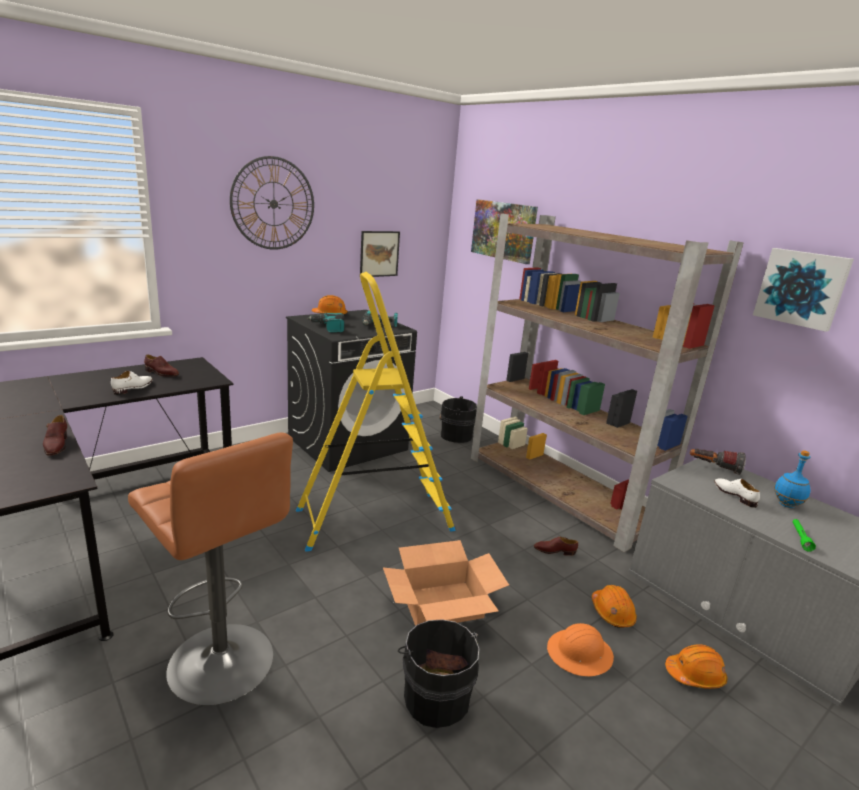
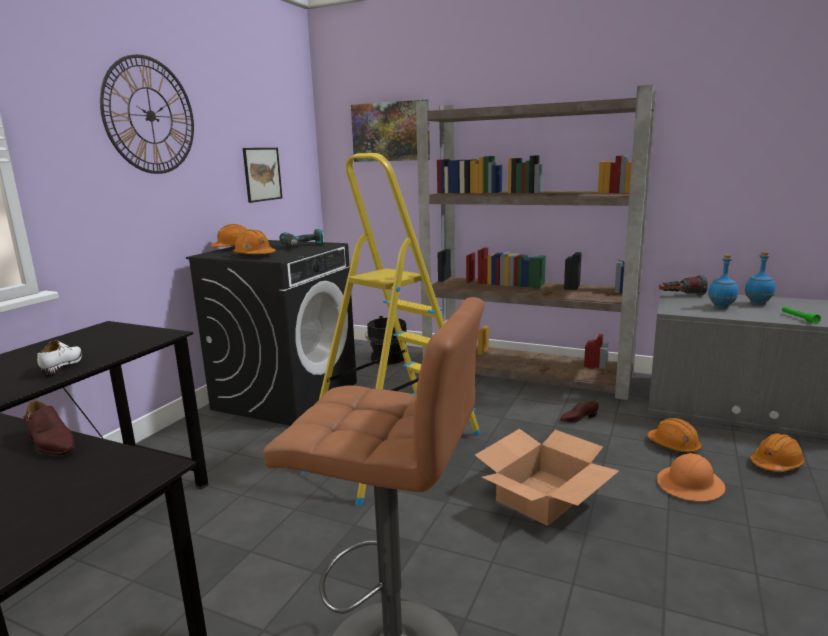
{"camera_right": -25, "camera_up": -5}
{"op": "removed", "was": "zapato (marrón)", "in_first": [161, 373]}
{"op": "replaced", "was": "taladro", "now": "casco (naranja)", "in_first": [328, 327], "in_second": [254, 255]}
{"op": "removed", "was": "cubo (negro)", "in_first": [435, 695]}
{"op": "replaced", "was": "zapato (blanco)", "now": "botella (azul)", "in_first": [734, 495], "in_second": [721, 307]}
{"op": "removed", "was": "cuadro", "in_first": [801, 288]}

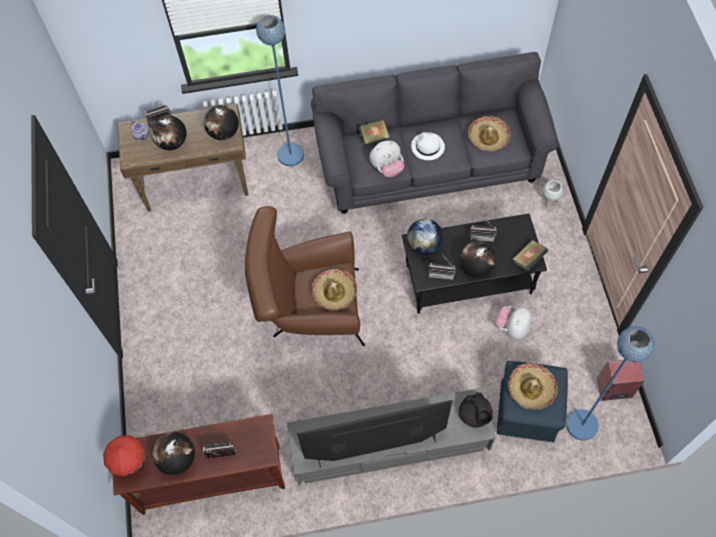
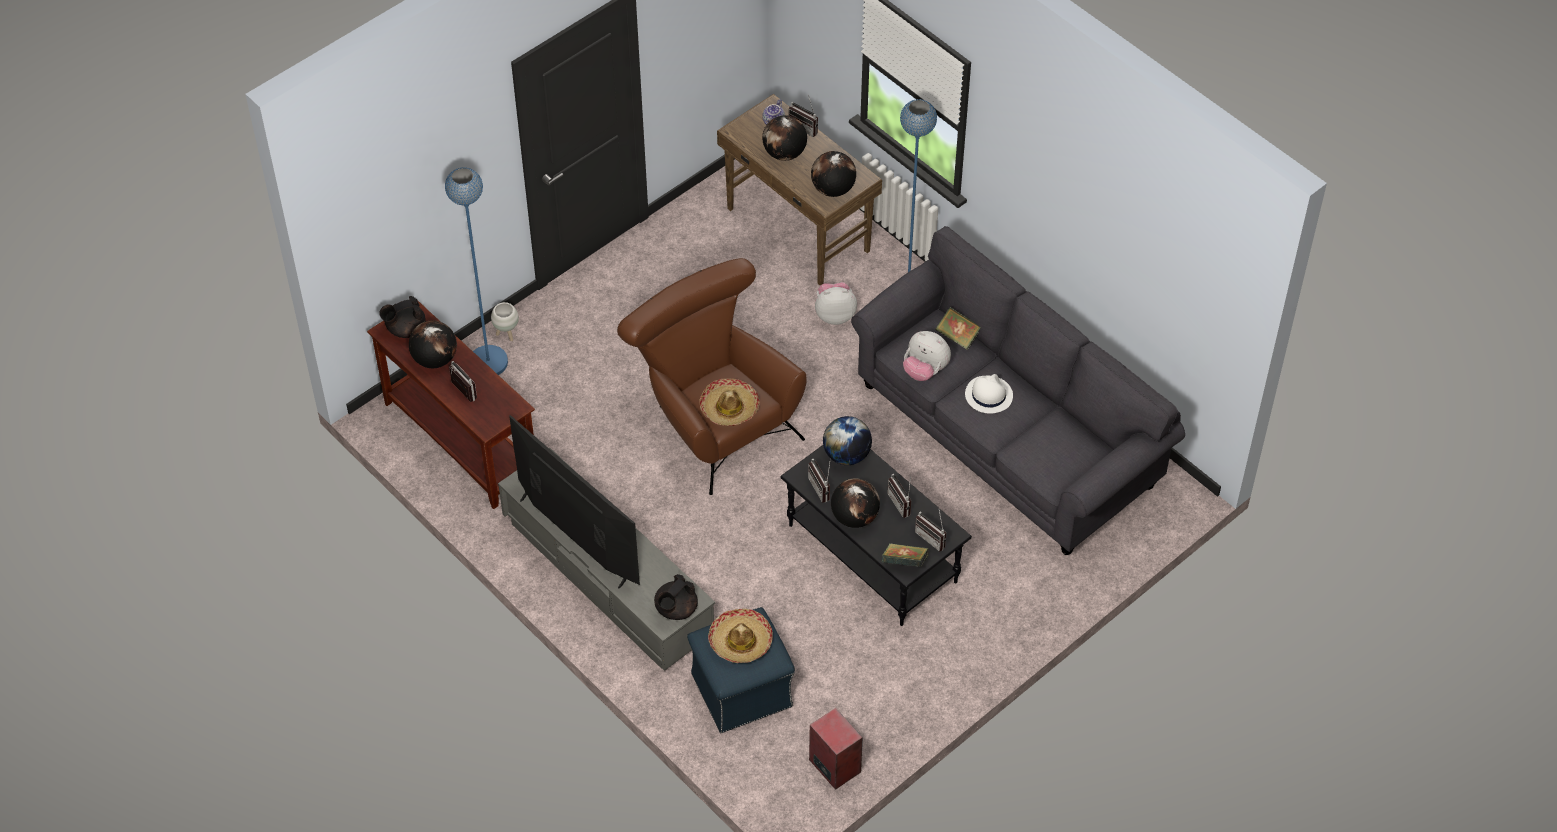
{"camera_right": 55, "camera_up": -10}
{"op": "replaced", "was": "lámpara de mesa (rojo)", "now": "tetera (negro)", "in_first": [133, 465], "in_second": [405, 329]}
{"op": "removed", "was": "sombrero", "in_first": [488, 137]}
{"op": "moved", "was": "peluche", "in_first": [511, 328], "in_second": [835, 314]}
{"op": "moved", "was": "maceta (blanco)", "in_first": [549, 201], "in_second": [506, 334]}
{"op": "moved", "was": "lámpara de pie (azul)", "in_first": [581, 425], "in_second": [488, 362]}
{"op": "added", "now": "radio", "in_second": [933, 537]}

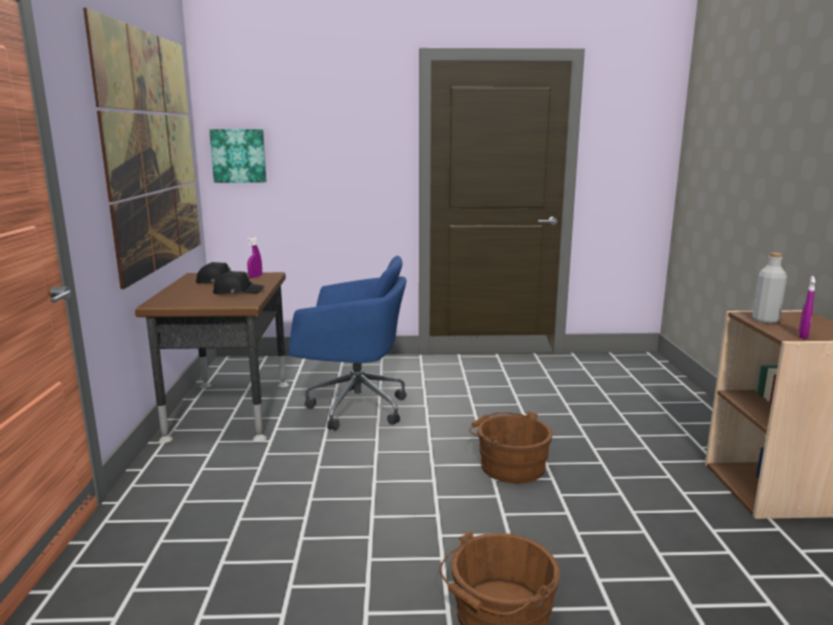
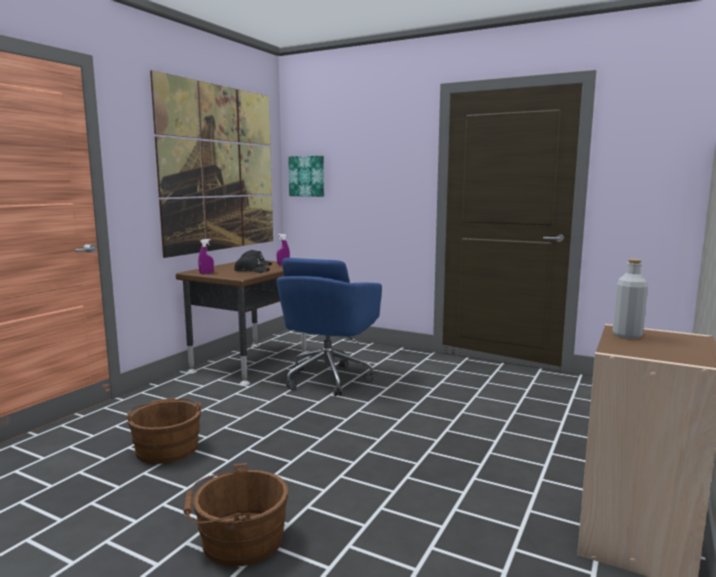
{"camera_right": 30, "camera_up": -5}
{"op": "turned", "was": "silla de oficina (azul)", "in_first": [352, 409], "in_second": [329, 378], "clockwise": 75}
{"op": "moved", "was": "cubo (marrón)", "in_first": [509, 465], "in_second": [167, 447]}
{"op": "moved", "was": "pulverizador (morado)", "in_first": [803, 336], "in_second": [206, 273]}

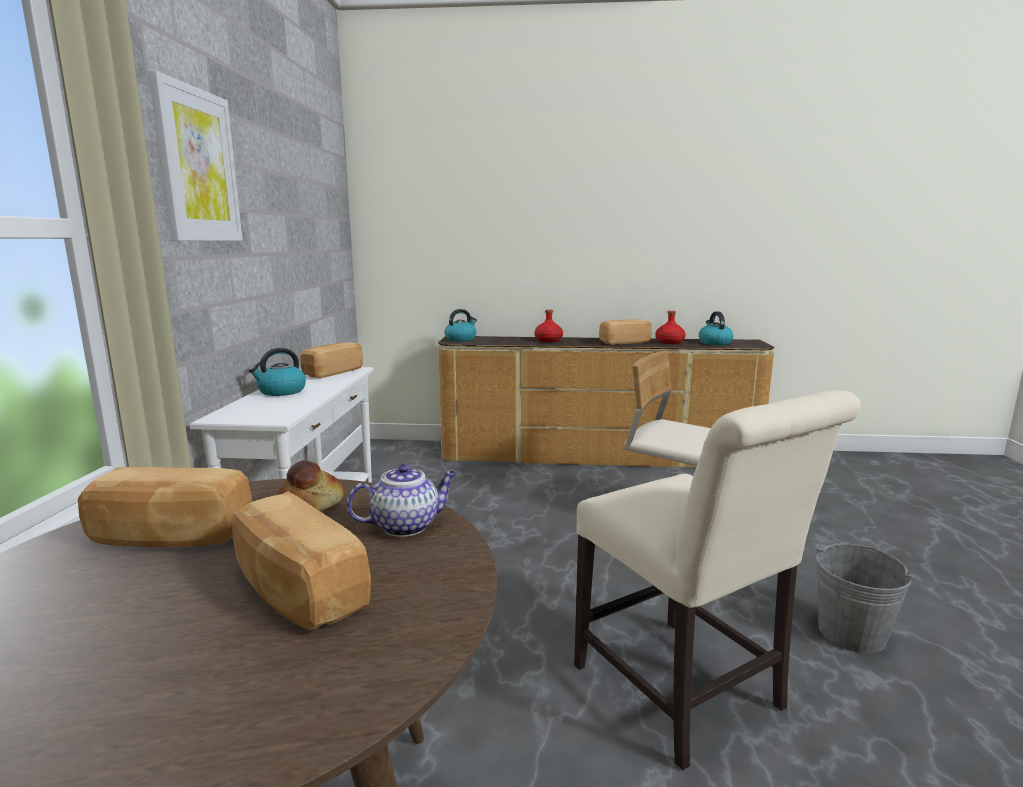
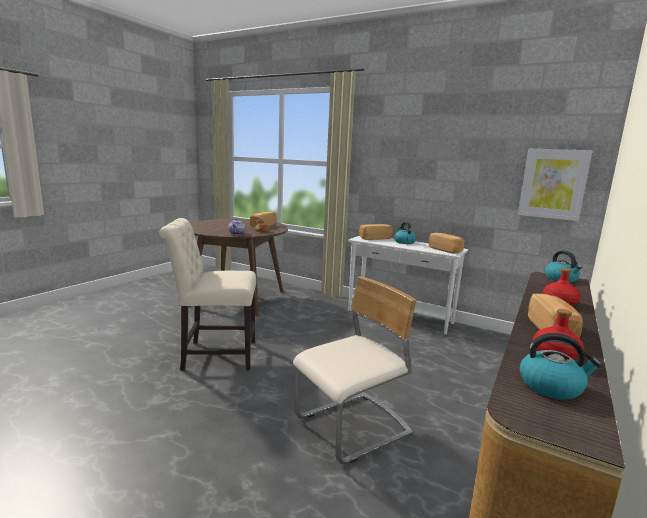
{"camera_right": 115, "camera_up": 0}
{"op": "moved", "was": "cuadro", "in_first": [197, 166], "in_second": [553, 184]}
{"op": "moved", "was": "pan", "in_first": [297, 591], "in_second": [374, 238]}
{"op": "removed", "was": "cubo (gris)", "in_first": [851, 633]}

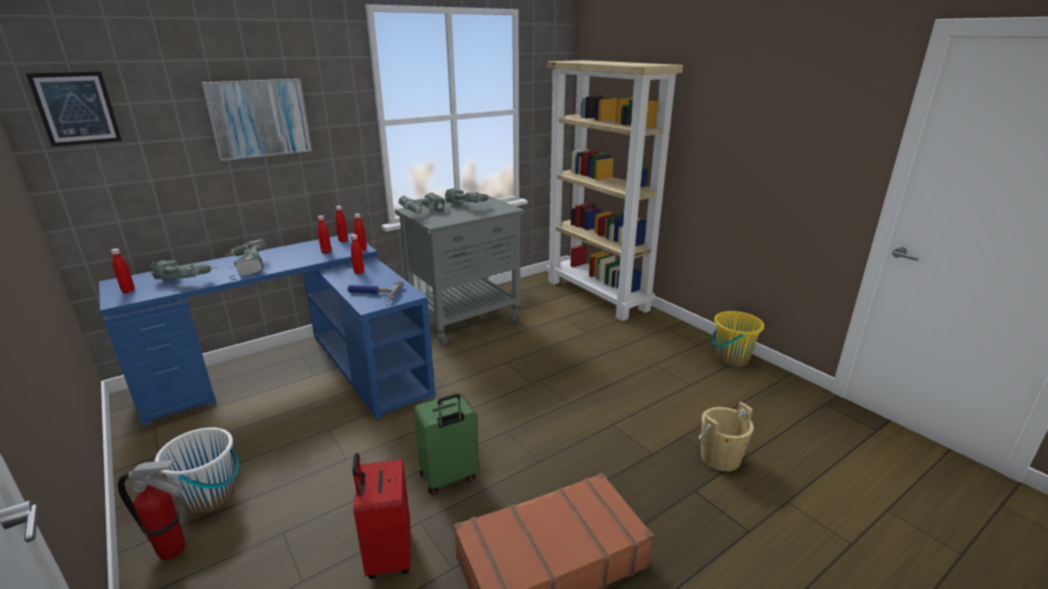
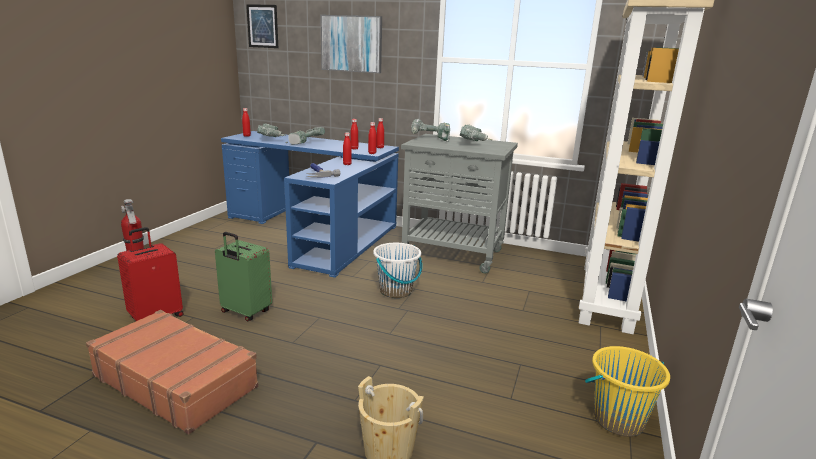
{"camera_right": 55, "camera_up": -5}
{"op": "moved", "was": "cubo (blanco)", "in_first": [210, 496], "in_second": [396, 291]}

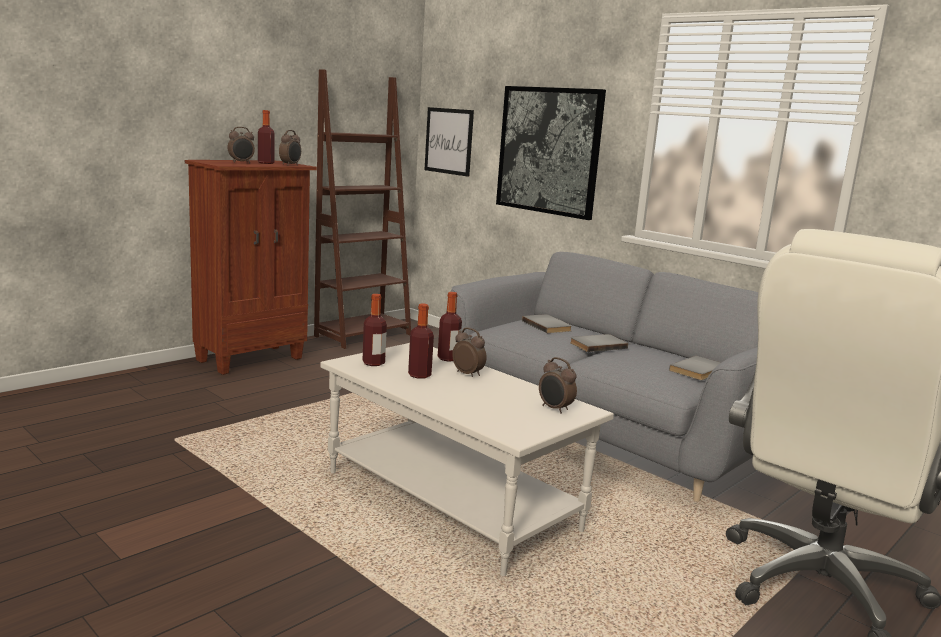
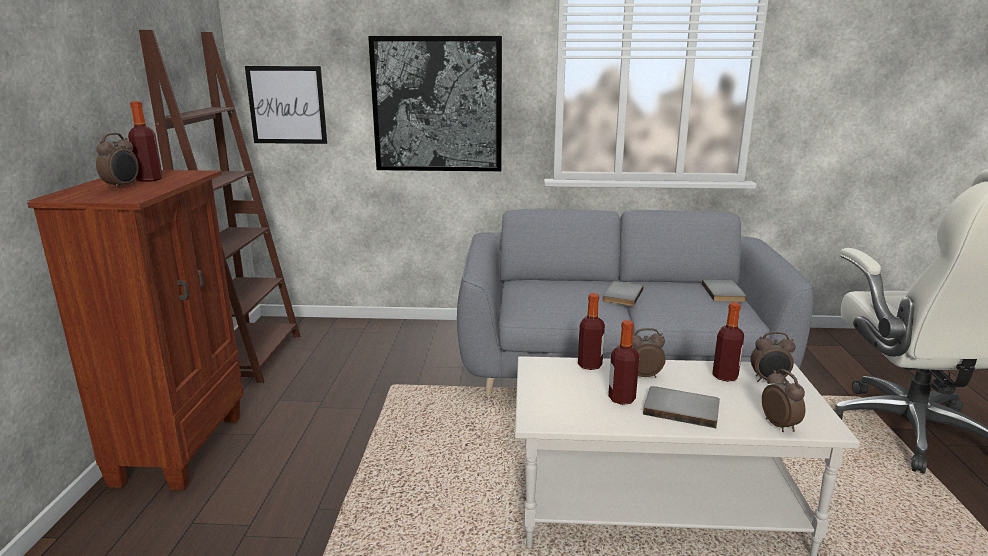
{"camera_right": -40, "camera_up": 5}
{"op": "moved", "was": "despertador", "in_first": [290, 165], "in_second": [780, 425]}
{"op": "moved", "was": "botella", "in_first": [373, 363], "in_second": [725, 376]}
{"op": "moved", "was": "libro (gris)", "in_first": [548, 326], "in_second": [681, 408]}

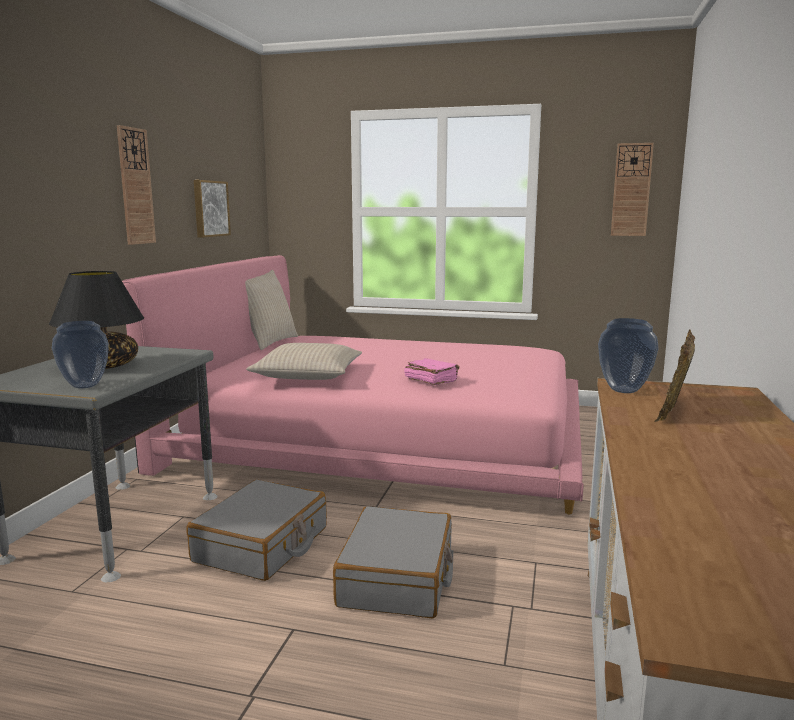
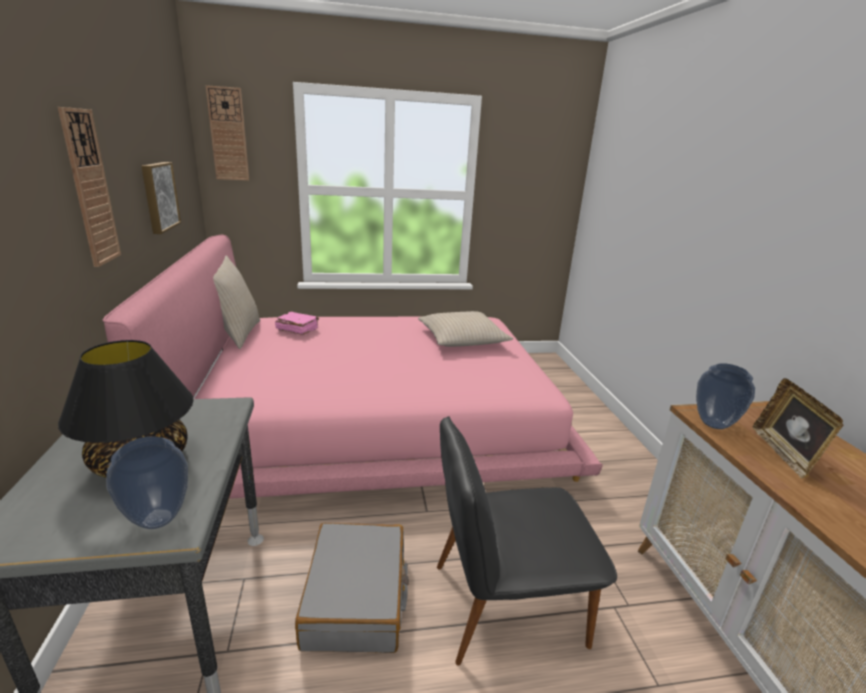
{"camera_right": -25, "camera_up": 10}
{"op": "moved", "was": "cojín (beis)", "in_first": [307, 375], "in_second": [462, 339]}
{"op": "replaced", "was": "maleta (gris)", "now": "silla (negro)", "in_first": [397, 578], "in_second": [507, 603]}
{"op": "moved", "was": "libro (rosa)", "in_first": [431, 380], "in_second": [297, 330]}
{"op": "moved", "was": "reloj de pared", "in_first": [631, 190], "in_second": [228, 134]}

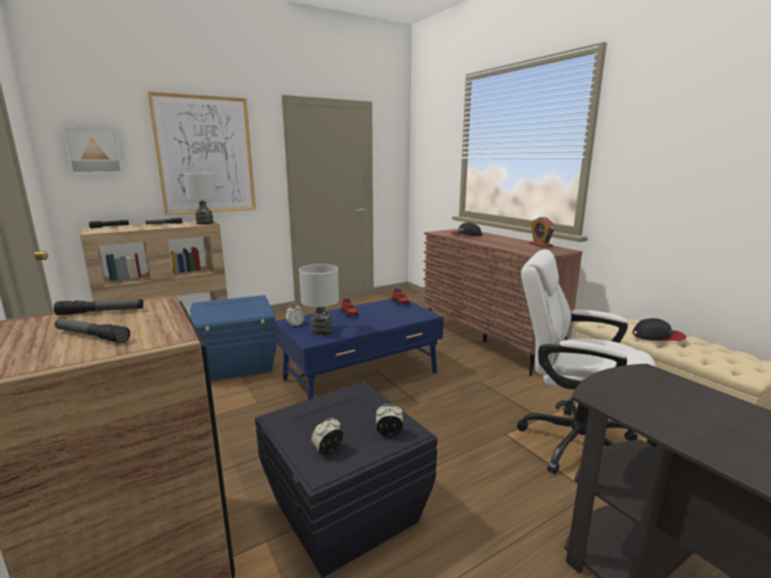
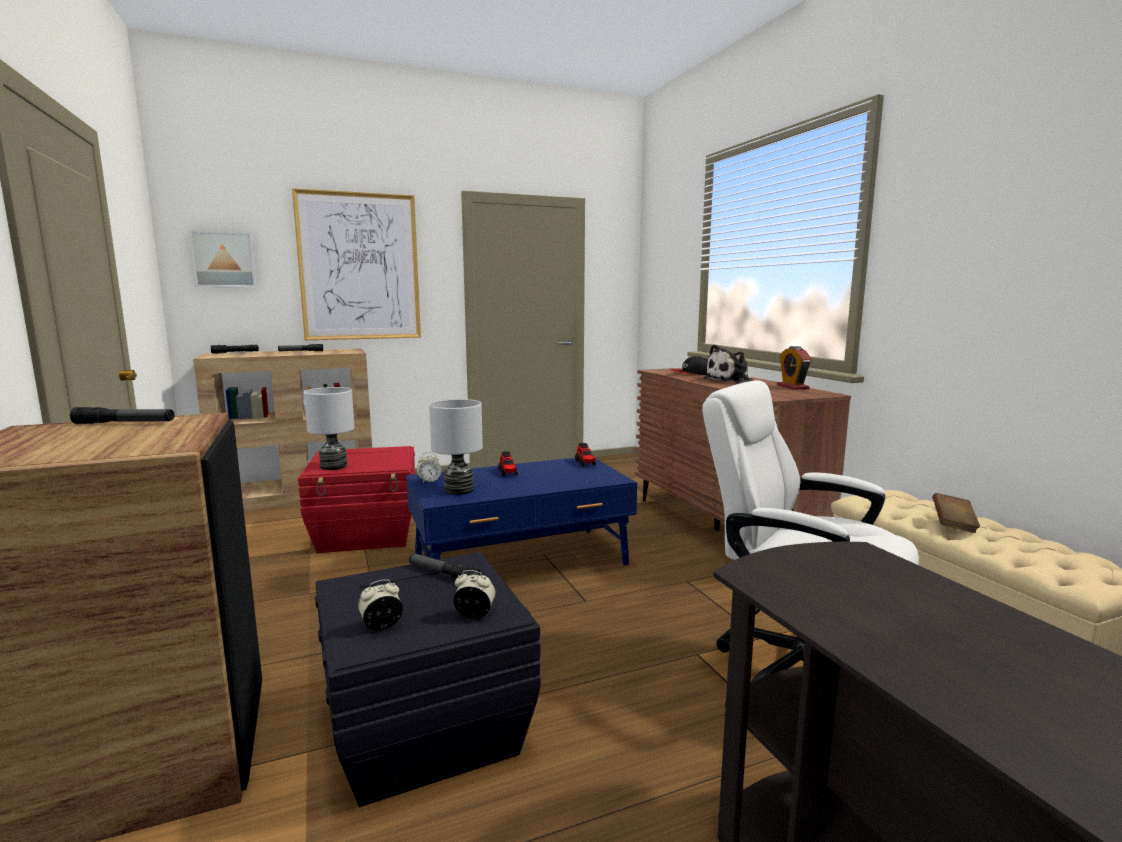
{"camera_right": 10, "camera_up": -5}
{"op": "moved", "was": "linterna", "in_first": [92, 336], "in_second": [443, 574]}
{"op": "moved", "was": "lámpara de mesa (gris)", "in_first": [205, 223], "in_second": [334, 466]}
{"op": "recoloured", "was": "caja de almacenaje (azul)", "now": "caja de almacenaje (rojo)", "in_first": [238, 363], "in_second": [367, 534]}
{"op": "replaced", "was": "gorra", "now": "libro (marrón)", "in_first": [658, 336], "in_second": [953, 524]}
{"op": "added", "now": "peluche", "in_second": [731, 380]}

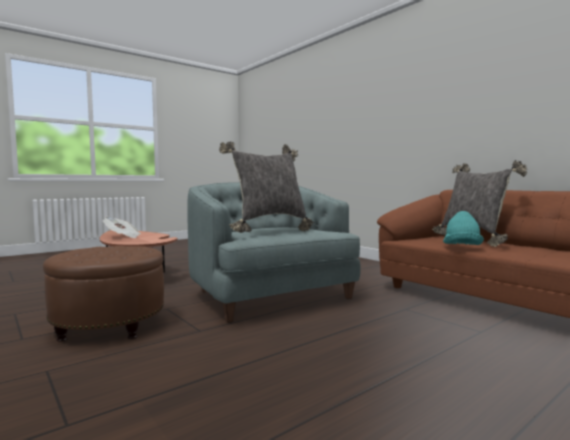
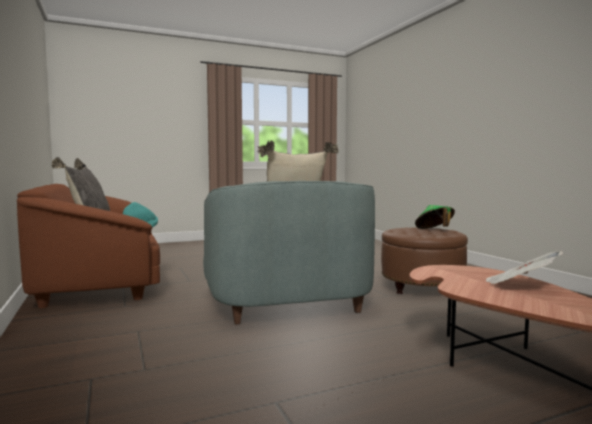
{"camera_right": -165, "camera_up": 0}
{"op": "added", "now": "sombrero (verde)", "in_second": [434, 230]}

